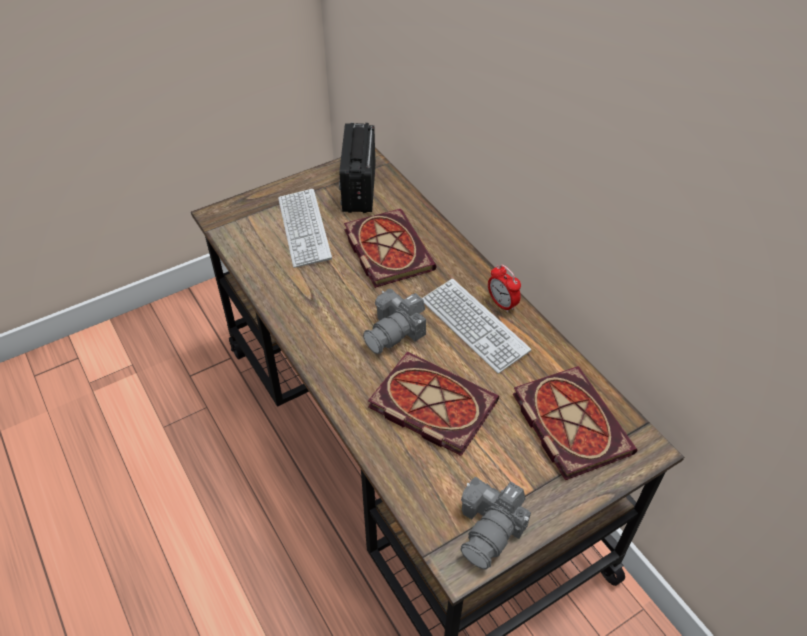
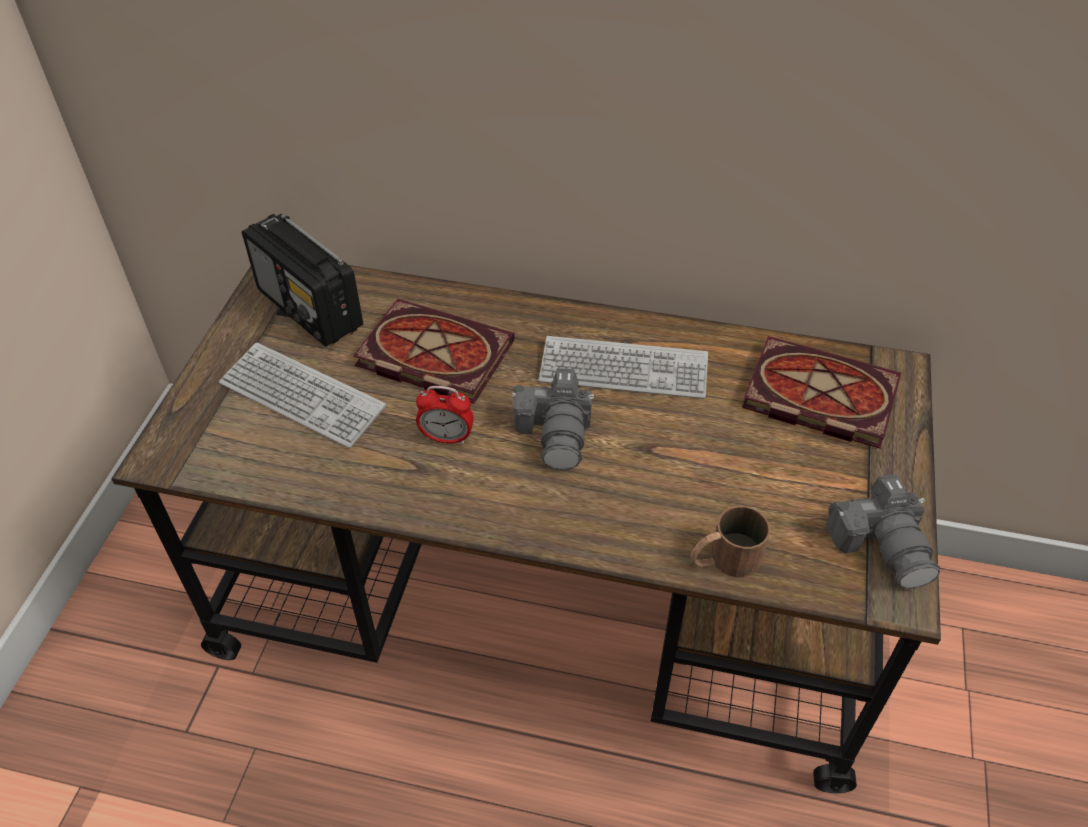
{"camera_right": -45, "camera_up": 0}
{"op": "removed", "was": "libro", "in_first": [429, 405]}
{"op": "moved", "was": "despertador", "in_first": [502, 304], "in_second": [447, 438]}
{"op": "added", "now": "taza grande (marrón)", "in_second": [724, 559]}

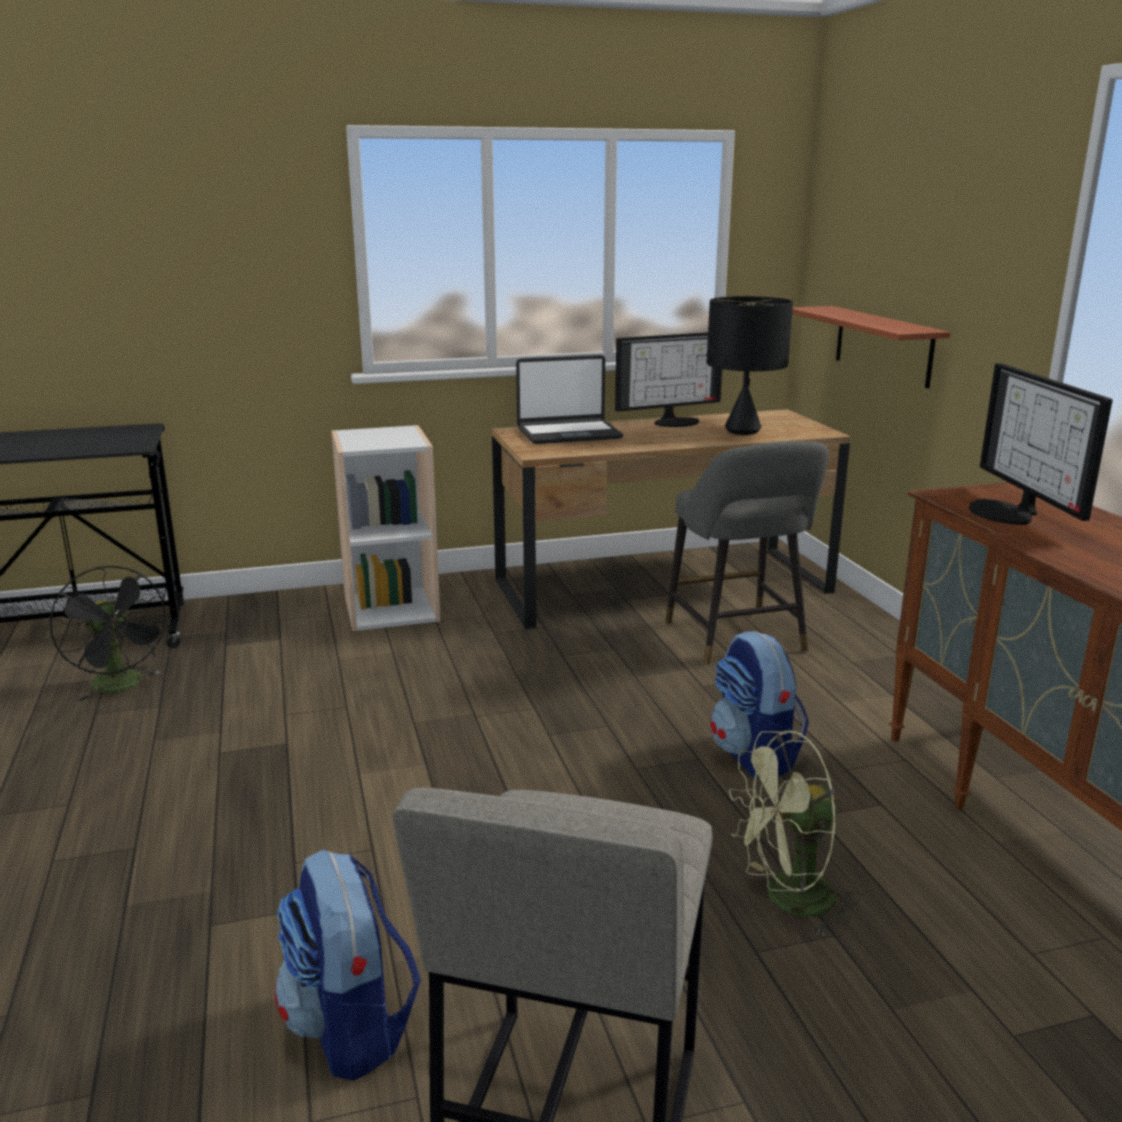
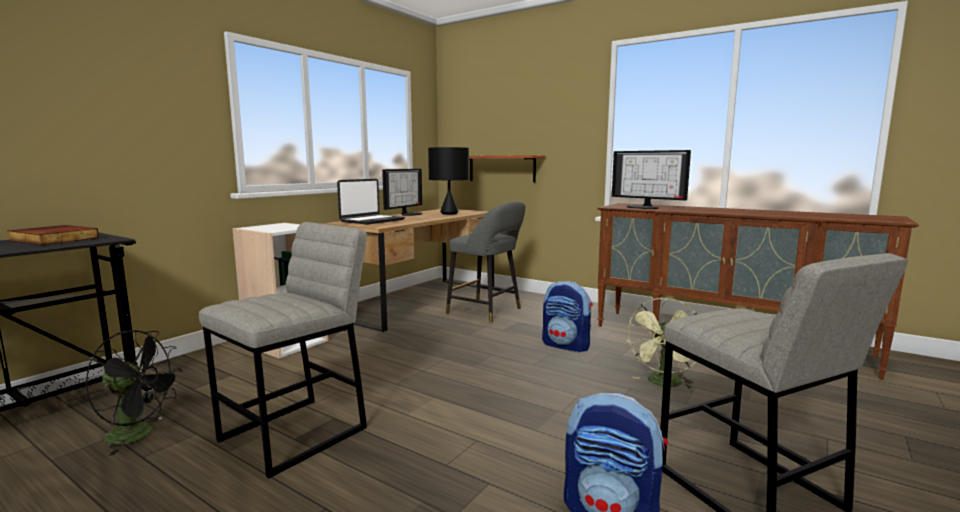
{"camera_right": -40, "camera_up": -10}
{"op": "added", "now": "libro", "in_second": [52, 239]}
{"op": "added", "now": "silla (gris)", "in_second": [297, 432]}

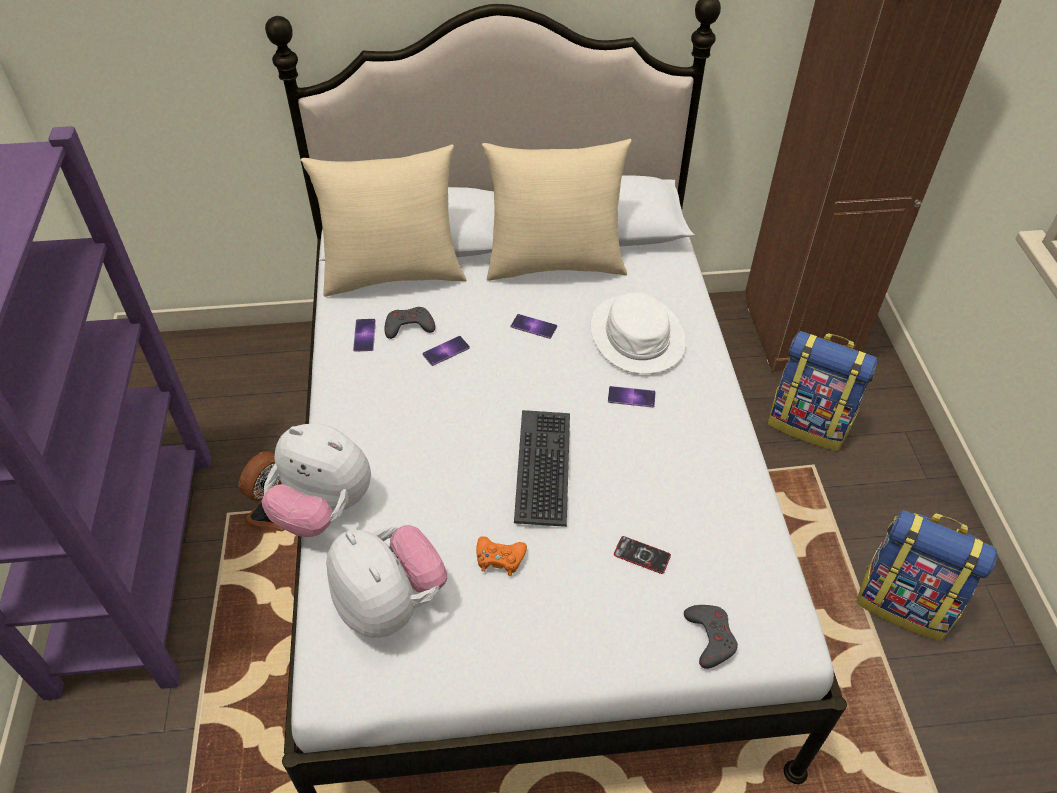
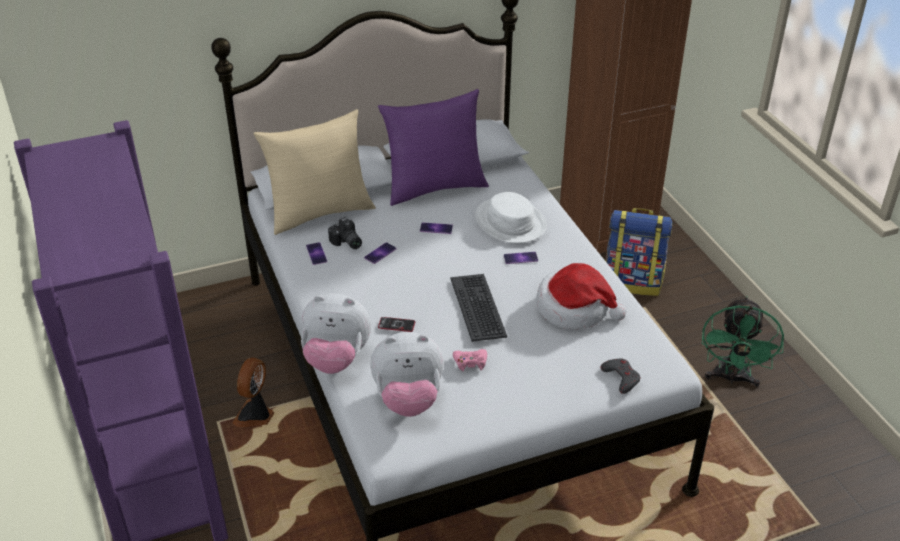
{"camera_right": -15, "camera_up": -10}
{"op": "turned", "was": "peluche", "in_first": [390, 603], "in_second": [408, 400], "clockwise": 135}
{"op": "replaced", "was": "mando de consola (gris)", "now": "cámara", "in_first": [409, 326], "in_second": [346, 243]}
{"op": "recoloured", "was": "mando de consola (naranja)", "now": "mando de consola (rosa)", "in_first": [499, 558], "in_second": [470, 362]}
{"op": "recoloured", "was": "cojín (beis)", "now": "cojín (morado)", "in_first": [555, 263], "in_second": [435, 187]}
{"op": "moved", "was": "móvil", "in_first": [642, 555], "in_second": [396, 325]}
{"op": "replaced", "was": "mochila", "now": "ventilador (verde)", "in_first": [905, 602], "in_second": [731, 378]}
{"op": "added", "now": "sombrero", "in_second": [574, 308]}

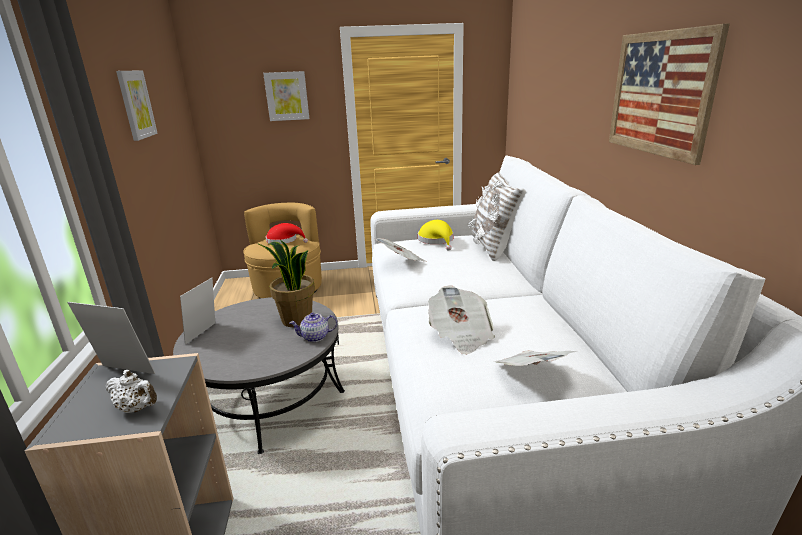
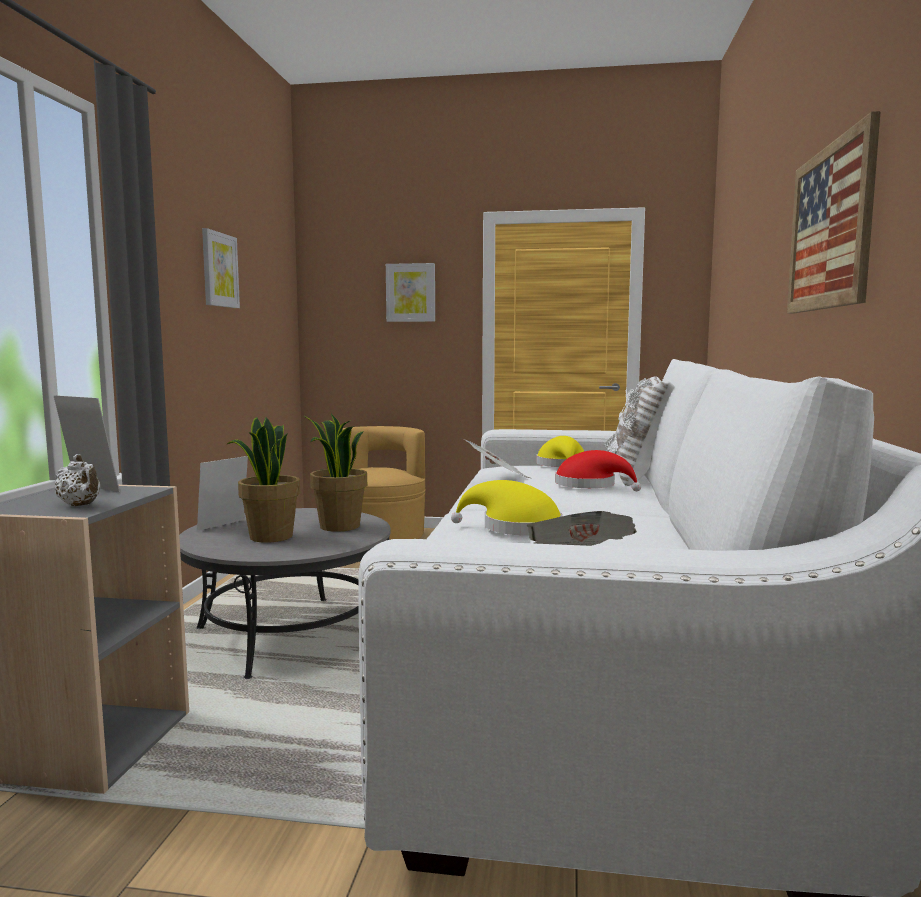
{"camera_right": 15, "camera_up": -15}
{"op": "moved", "was": "sombrero (rojo)", "in_first": [284, 240], "in_second": [590, 486]}
{"op": "removed", "was": "tetera", "in_first": [315, 337]}
{"op": "replaced", "was": "periódico", "now": "sombrero (amarillo)", "in_first": [460, 335], "in_second": [515, 528]}
{"op": "added", "now": "planta en maceta", "in_second": [270, 537]}

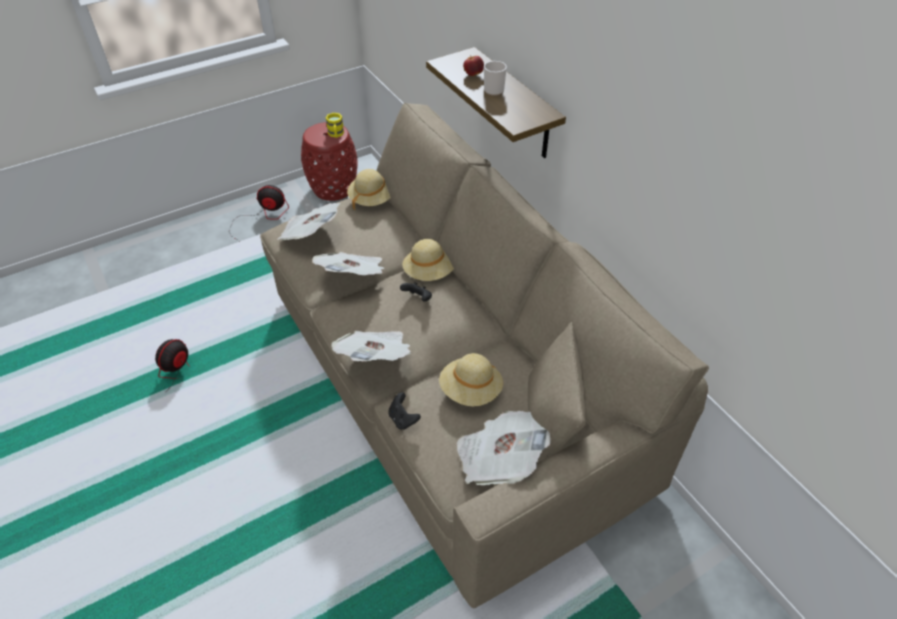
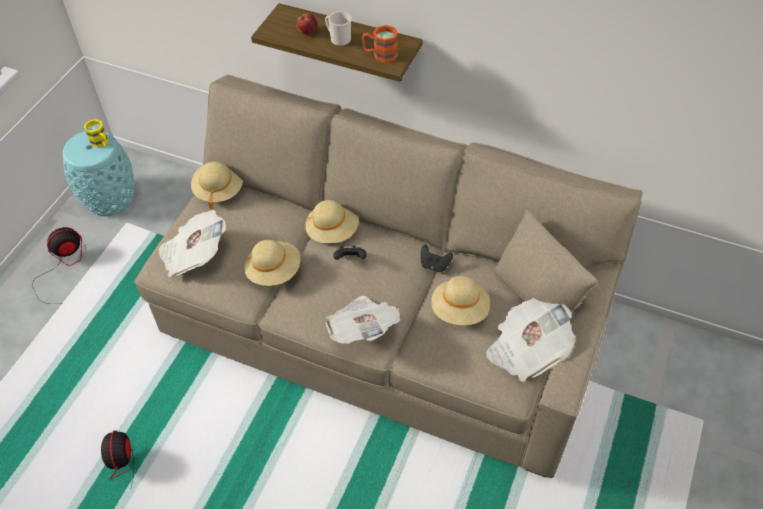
{"camera_right": -35, "camera_up": 5}
{"op": "recoloured", "was": "taburete (rojo)", "now": "taburete (turquesa)", "in_first": [333, 188], "in_second": [110, 199]}
{"op": "replaced", "was": "periódico", "now": "sombrero (beis)", "in_first": [354, 276], "in_second": [274, 271]}
{"op": "moved", "was": "mando de consola (negro)", "in_first": [403, 419], "in_second": [434, 265]}
{"op": "added", "now": "taza grande (naranja)", "in_second": [380, 54]}

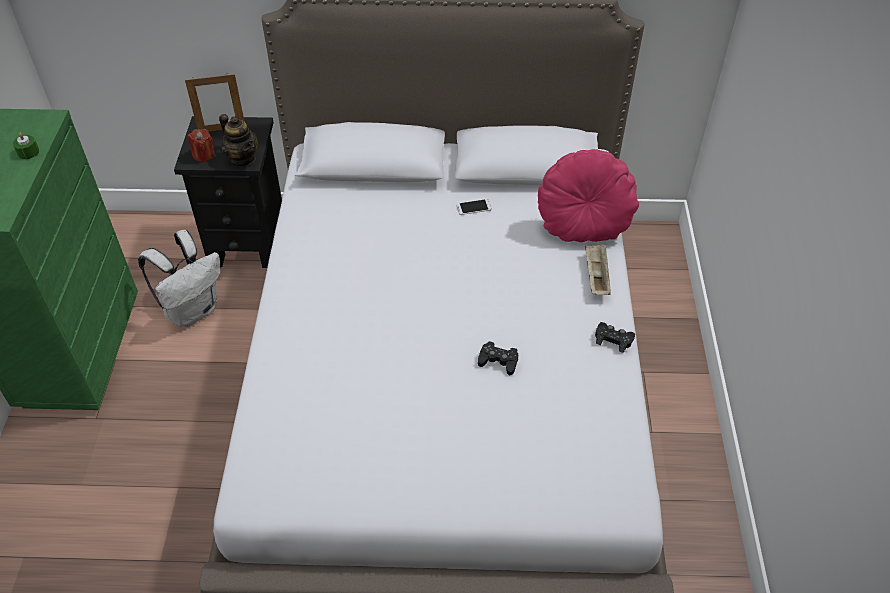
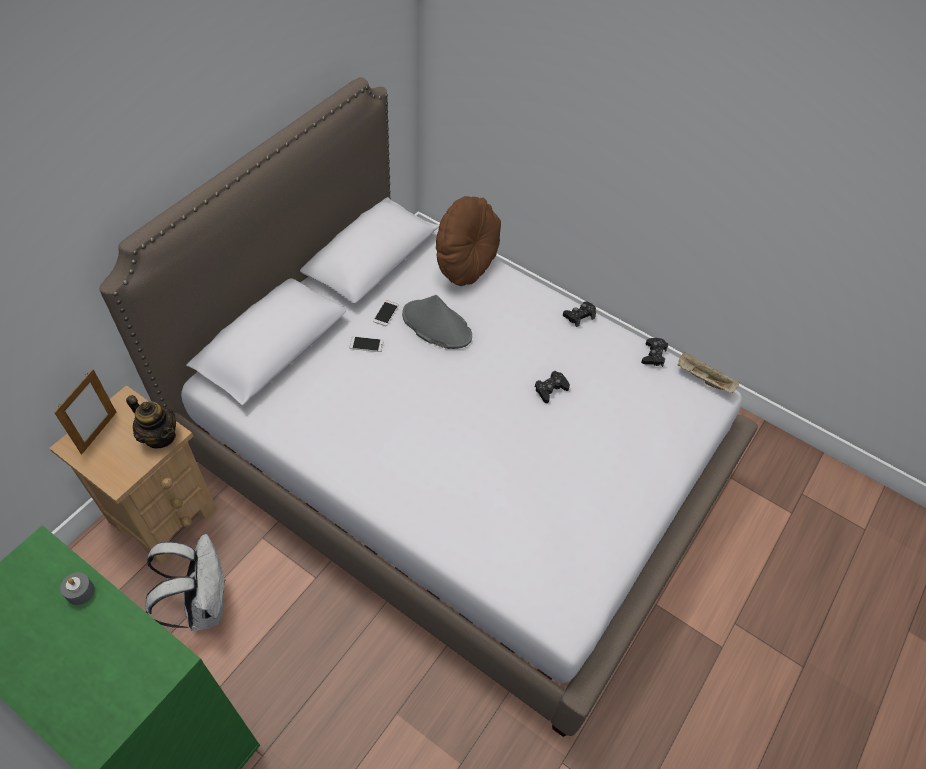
{"camera_right": -60, "camera_up": 5}
{"op": "recoloured", "was": "vela (verde)", "now": "vela (gris)", "in_first": [28, 152], "in_second": [80, 592]}
{"op": "recoloured", "was": "mesita de noche (negro)", "now": "mesita de noche (beis)", "in_first": [248, 244], "in_second": [165, 515]}
{"op": "removed", "was": "vela (rojo)", "in_first": [204, 155]}
{"op": "turned", "was": "tetera", "in_first": [242, 158], "in_second": [160, 436], "clockwise": 45}
{"op": "recoloured", "was": "cojín (rosa)", "now": "cojín (marrón)", "in_first": [582, 229], "in_second": [466, 268]}
{"op": "moved", "was": "bandeja (beis)", "in_first": [596, 276], "in_second": [703, 379]}
{"op": "added", "now": "móvil", "in_second": [366, 344]}
{"op": "added", "now": "sombrero (gris)", "in_second": [436, 325]}
{"op": "added", "now": "mando de consola (negro)", "in_second": [653, 355]}

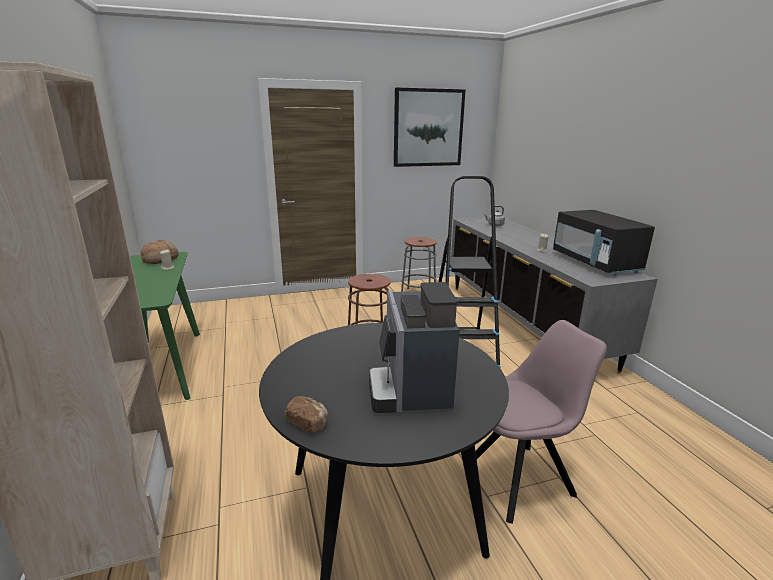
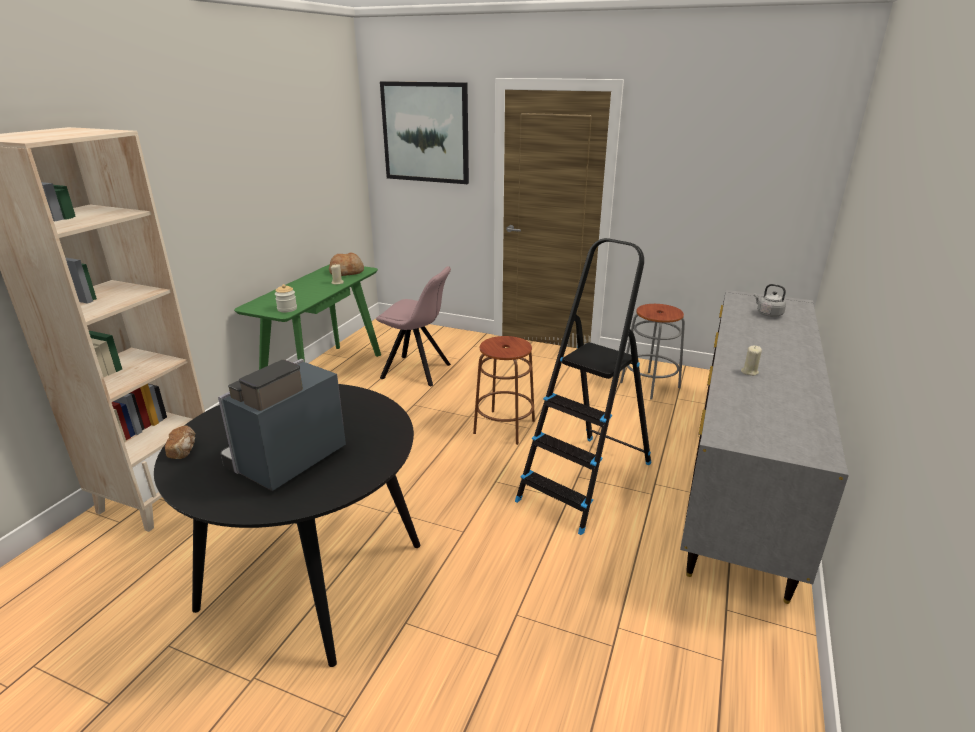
{"camera_right": 40, "camera_up": 5}
{"op": "moved", "was": "cuadro", "in_first": [428, 128], "in_second": [425, 132]}
{"op": "moved", "was": "silla (rosa)", "in_first": [519, 480], "in_second": [417, 371]}
{"op": "removed", "was": "microondas (negro)", "in_first": [595, 263]}
{"op": "added", "now": "tarro", "in_second": [287, 309]}

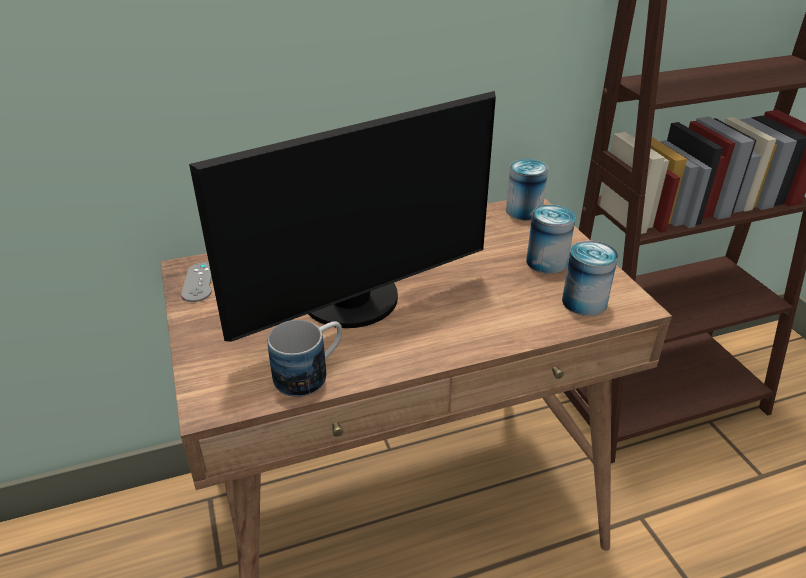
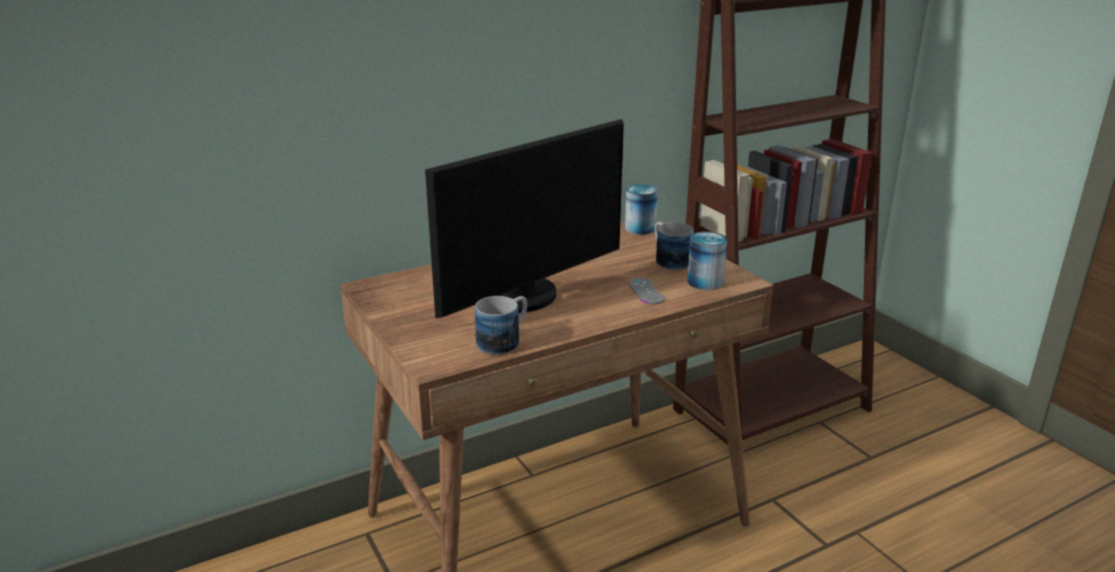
{"camera_right": -10, "camera_up": -10}
{"op": "moved", "was": "mando de consola (gris)", "in_first": [199, 282], "in_second": [646, 291]}
{"op": "replaced", "was": "lata", "now": "taza grande", "in_first": [546, 262], "in_second": [668, 260]}

